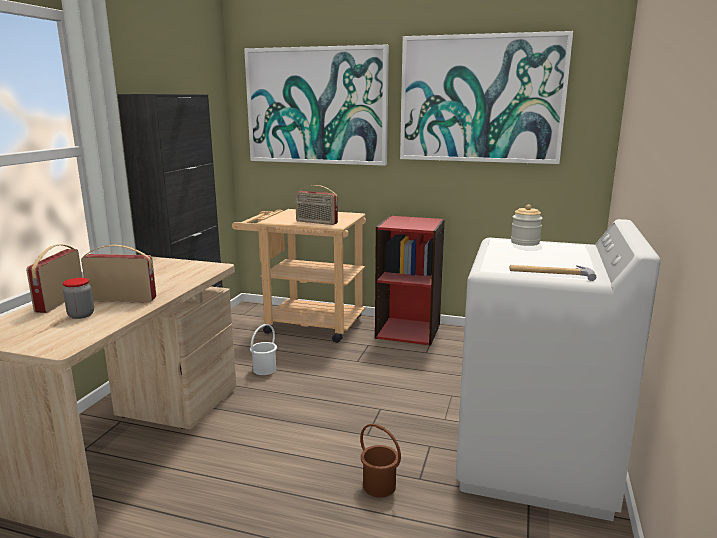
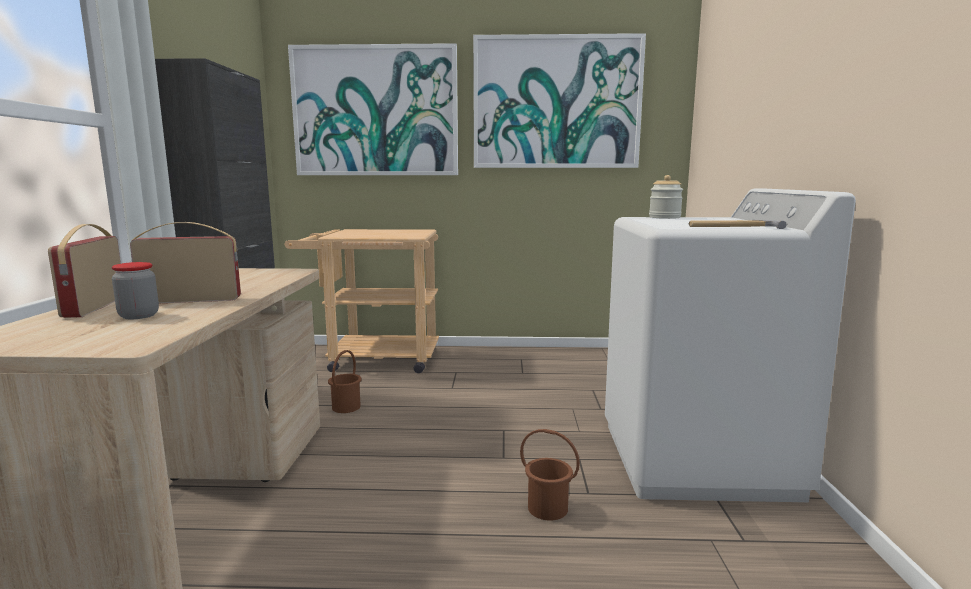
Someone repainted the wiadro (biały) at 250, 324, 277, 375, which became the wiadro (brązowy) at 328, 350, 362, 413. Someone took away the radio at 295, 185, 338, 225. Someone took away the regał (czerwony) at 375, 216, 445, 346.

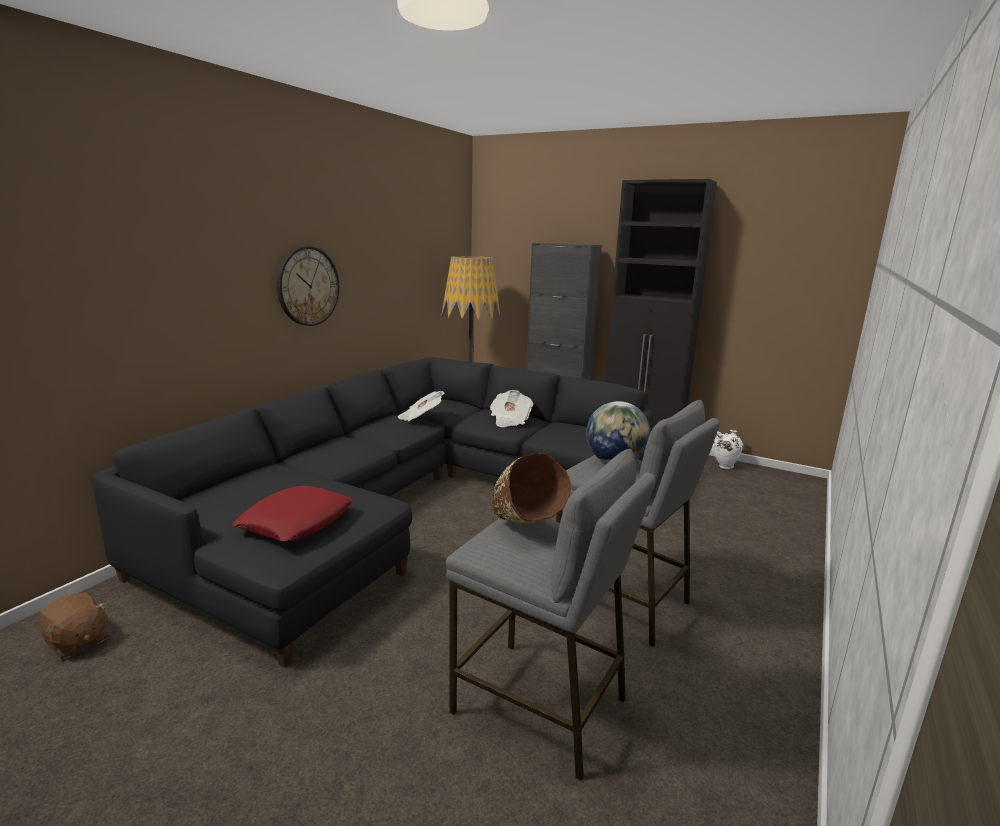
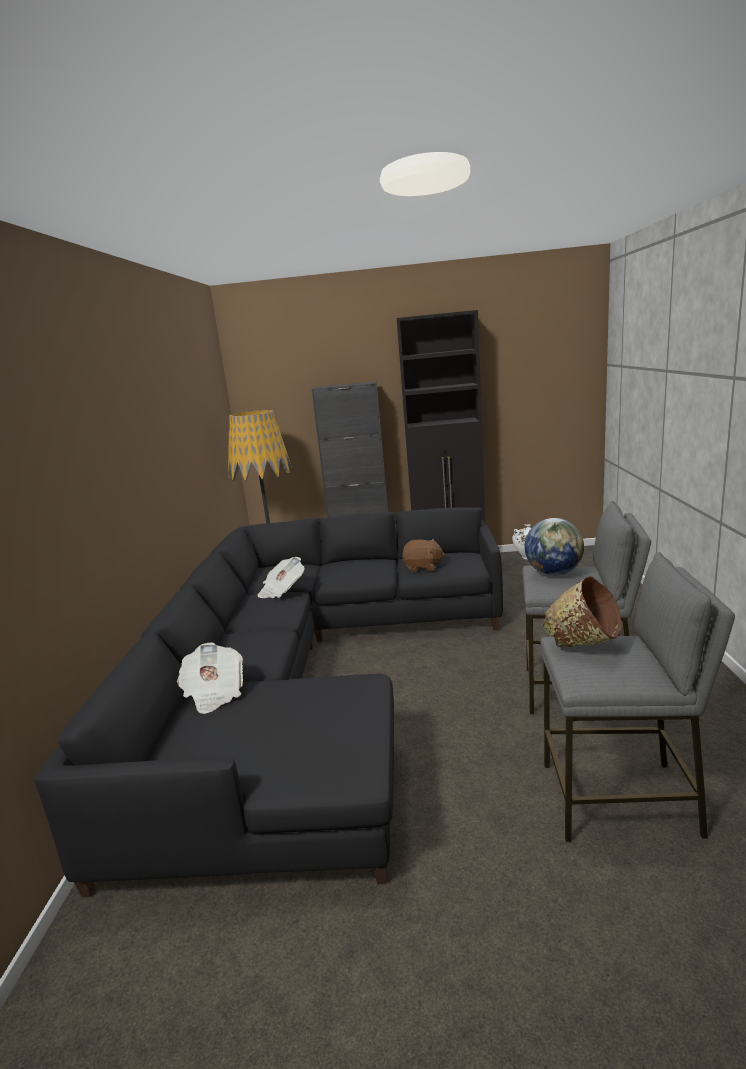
Someone carried the gazeta from 490, 390, 533, 427 to 177, 643, 243, 714. Someone carried the pluszak (brązowy) from 39, 592, 108, 659 to 402, 539, 445, 572. Someone took away the poduszka (czerwony) at 232, 486, 353, 541. Someone took away the zegar ścienny at 277, 246, 339, 326.

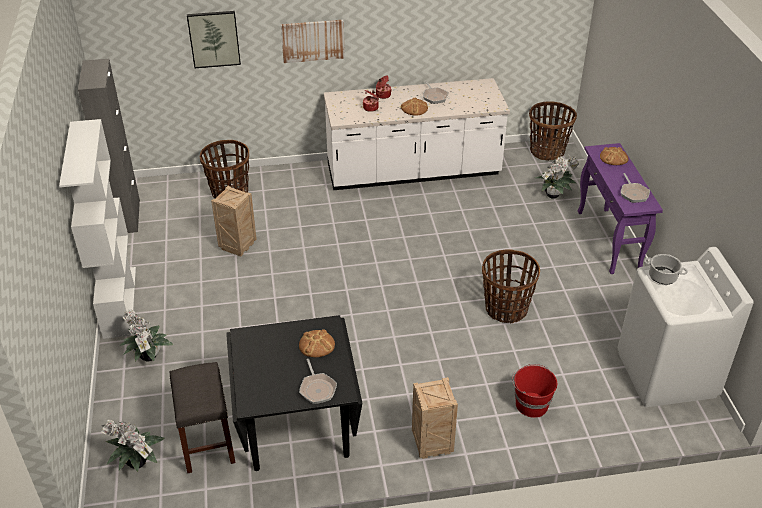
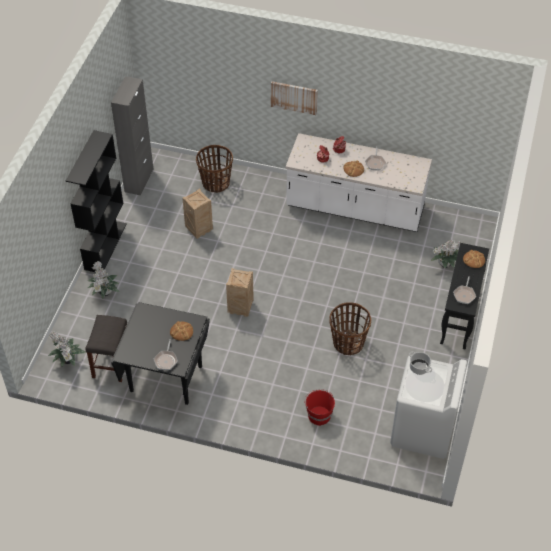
Someone repainted the regał (biały) at 59, 119, 136, 339, which became the regał (czarny) at 66, 130, 127, 272. Someone carried the skrzynka from 412, 377, 458, 459 to 226, 268, 254, 317. Someone repainted the stolik konsolowy (fioletowy) at 578, 143, 663, 274, which became the stolik konsolowy (czarny) at 440, 243, 489, 349. Someone took away the obraz at 187, 11, 241, 68. Someone took away the koszyk at 529, 102, 577, 161.

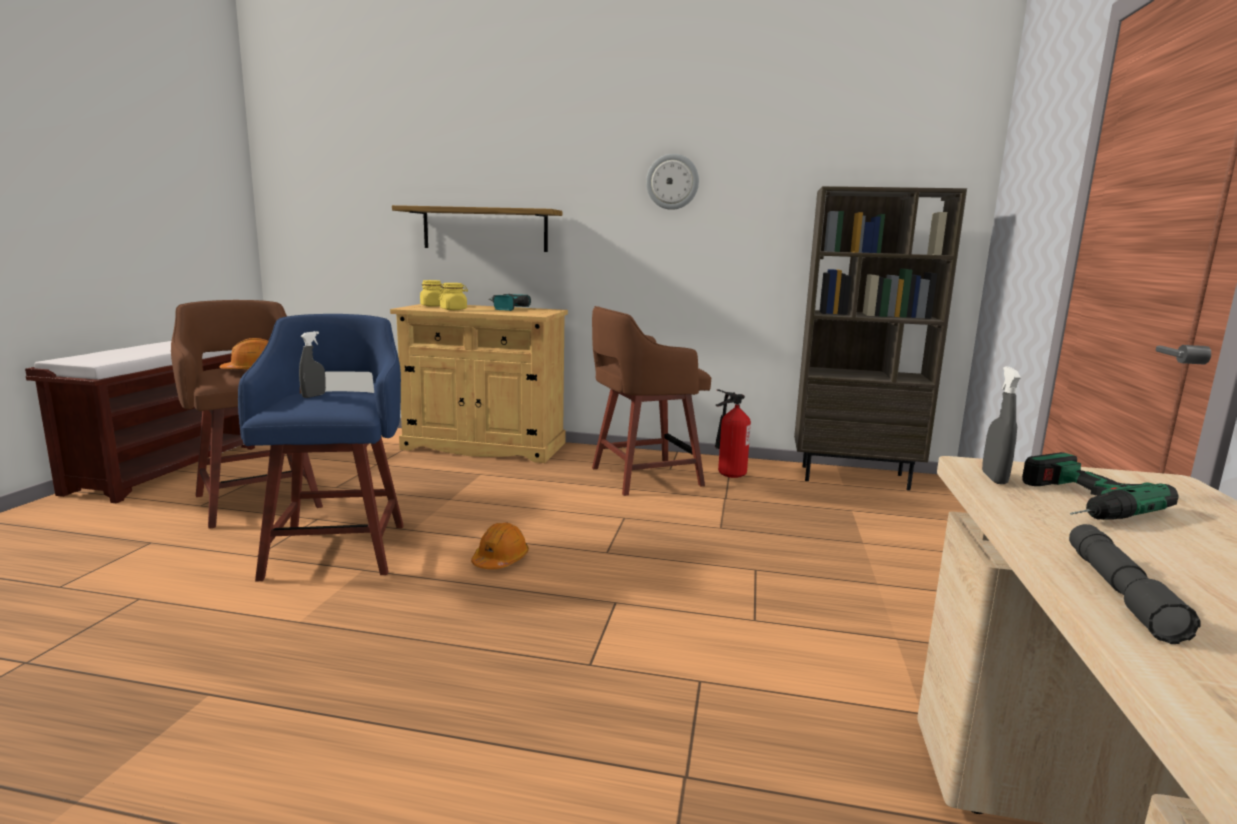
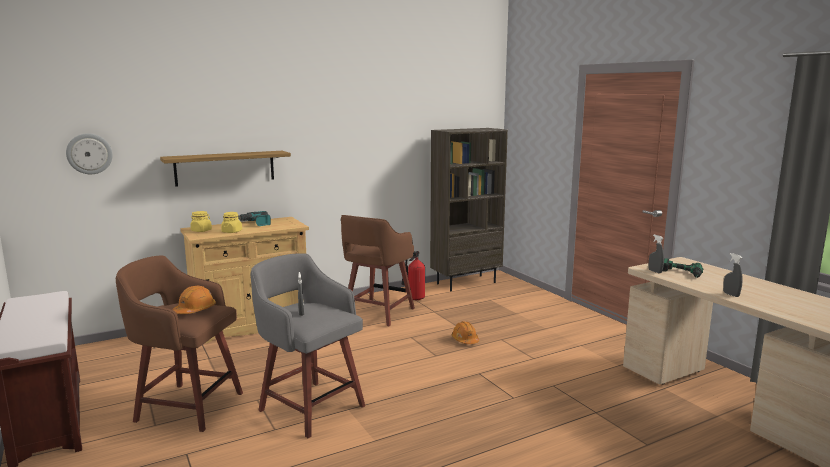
Someone carried the zegar ścienny from 646, 154, 699, 210 to 66, 133, 113, 174. Someone repainted the stołek (niebieski) at 238, 314, 404, 582, which became the stołek (szary) at 251, 253, 365, 438. Someone carried the kask (pomarańczowy) from 471, 522, 529, 569 to 452, 321, 479, 344. Someone swapped the latarka (szary) at 1069, 524, 1201, 644 for the spryskiwacz (szary) at 723, 253, 743, 297.

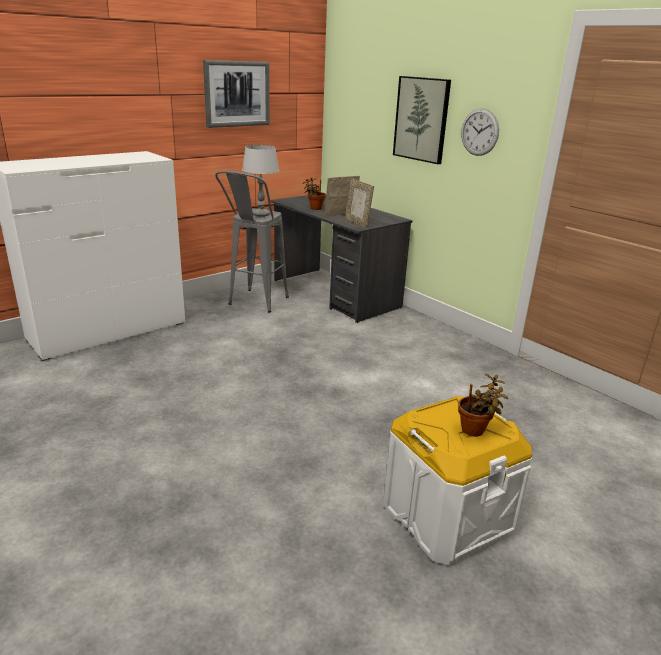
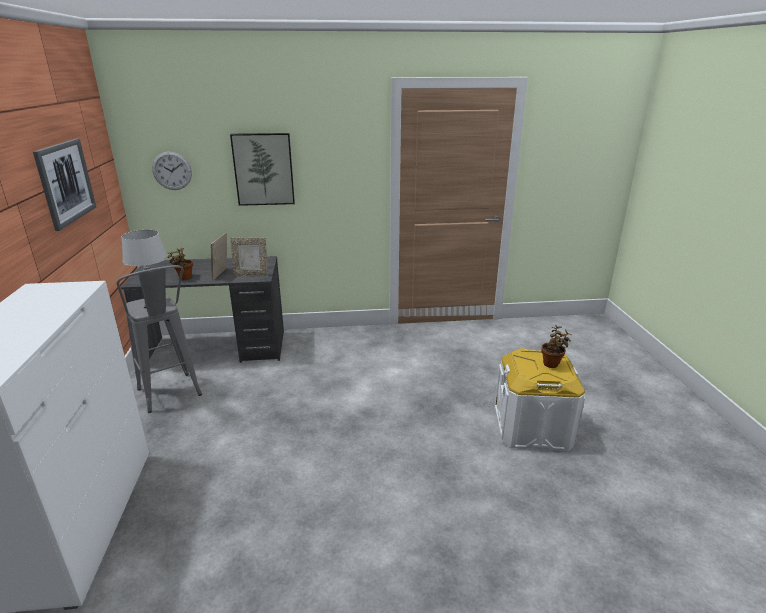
Someone carried the zegar ścienny from 461, 108, 499, 156 to 152, 151, 192, 190.

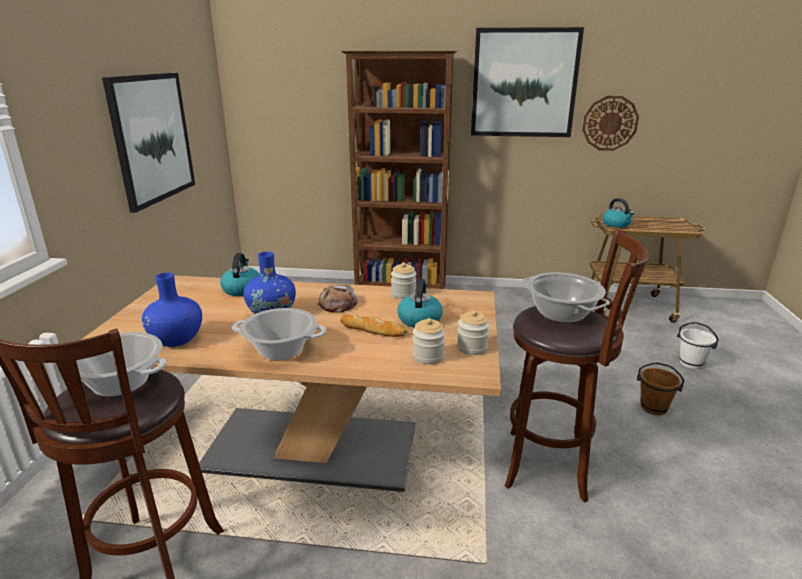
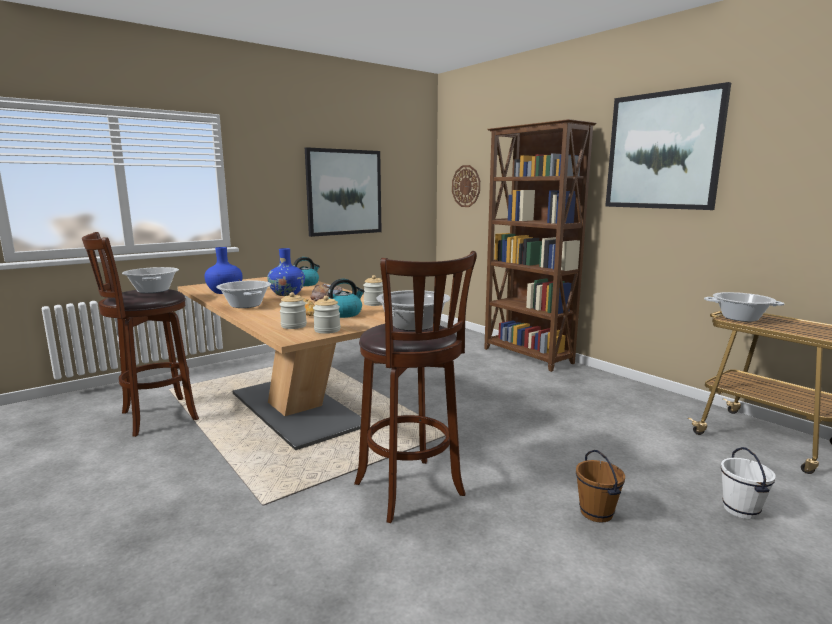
Someone carried the zegar ścienny from 582, 96, 639, 151 to 452, 165, 480, 207. Someone swapped the czajnik at 602, 198, 634, 228 for the garnek at 704, 292, 784, 322.

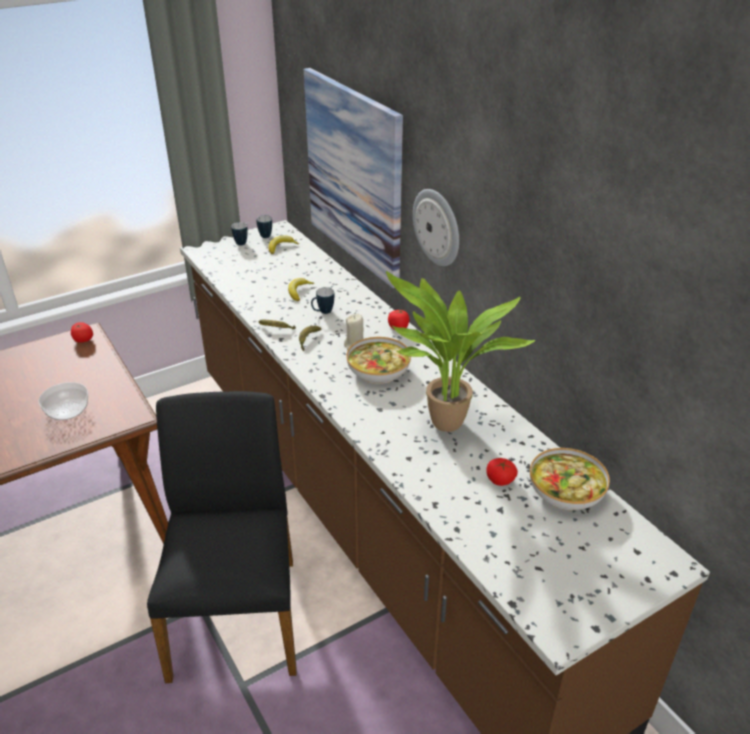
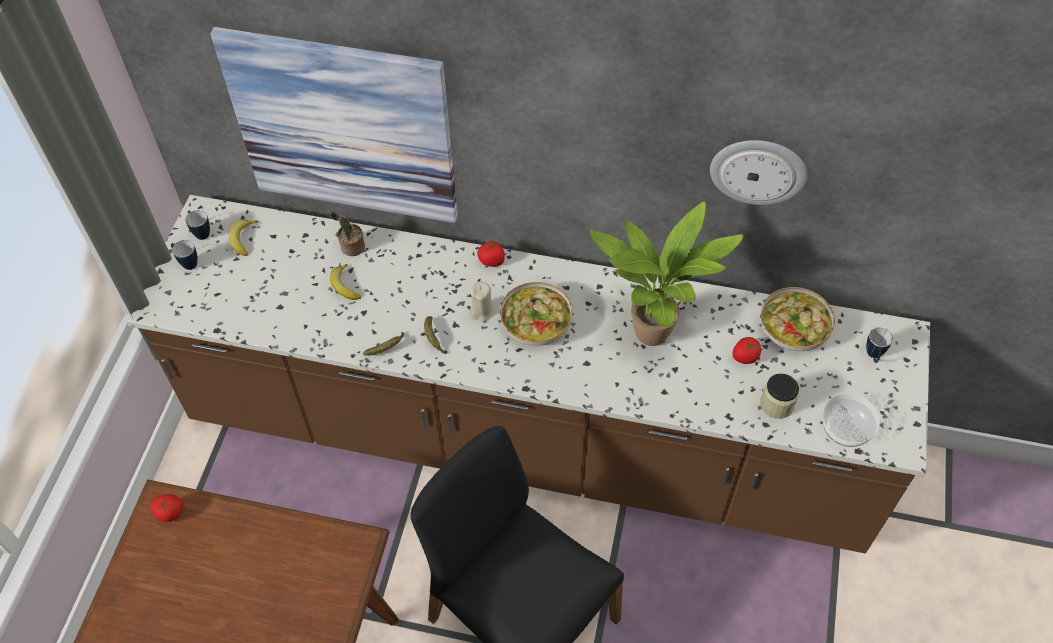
Someone put down the roślina doniczkowa at 330, 211, 365, 256. Someone carried the zegar ścienny from 413, 189, 459, 266 to 710, 140, 807, 205. Someone put down the słoik at 760, 373, 799, 419. Someone carried the miska from 38, 382, 88, 420 to 822, 393, 880, 447. Someone carried the kubek from 311, 287, 334, 314 to 866, 327, 893, 363.

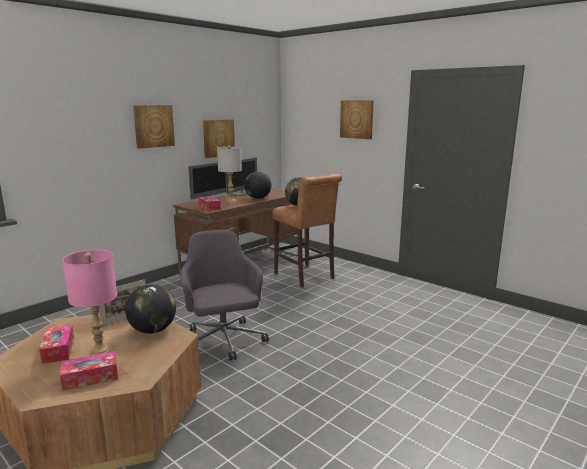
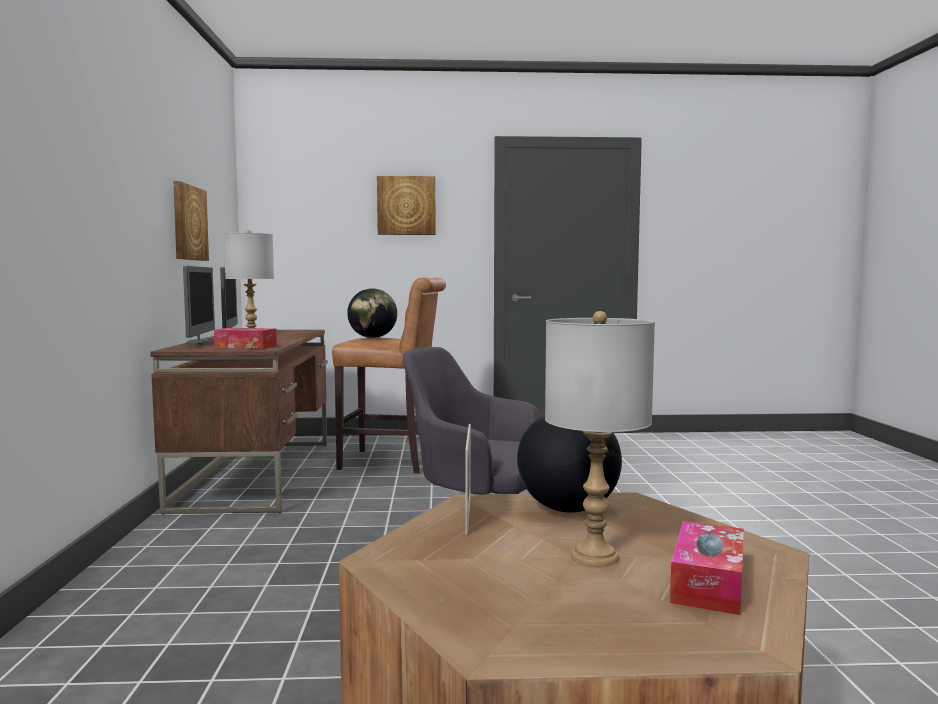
Someone repainted the lampa stołowa (różowy) at 62, 250, 117, 356, which became the lampa stołowa (szary) at 545, 311, 655, 567. Someone took away the pudełko chusteczek at 39, 325, 74, 364. Someone took away the obraz at 133, 105, 175, 149. Someone took away the globus at 244, 172, 271, 199.

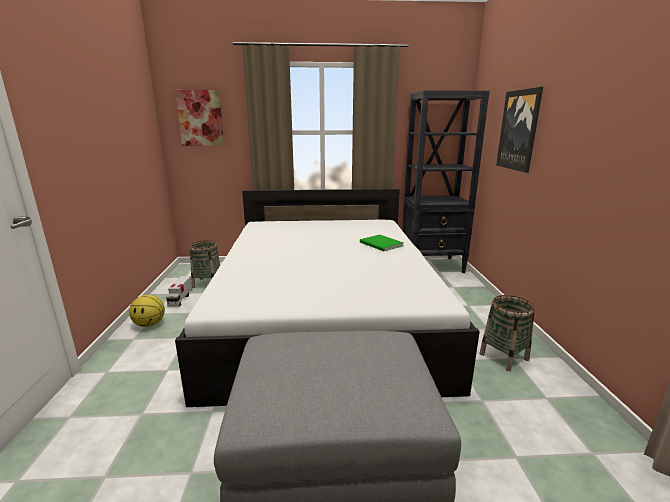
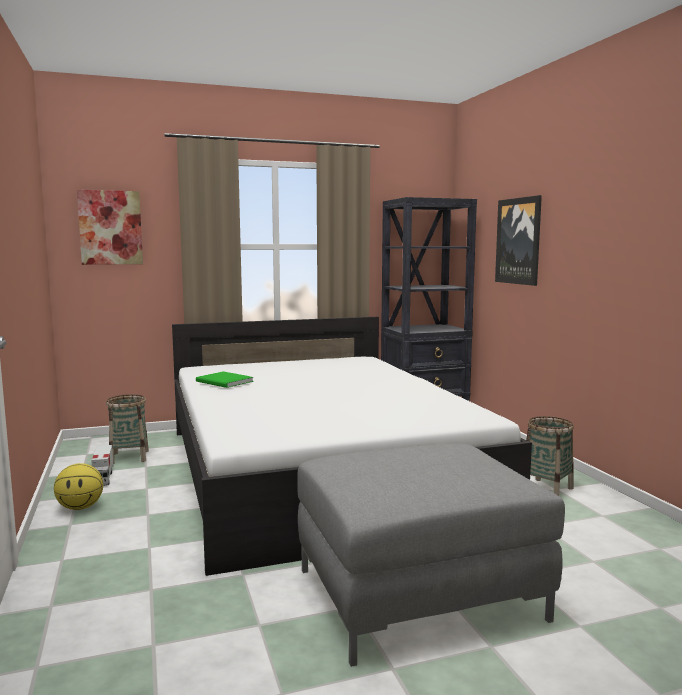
Someone carried the książka (zielony) from 360, 235, 404, 251 to 196, 371, 254, 388.

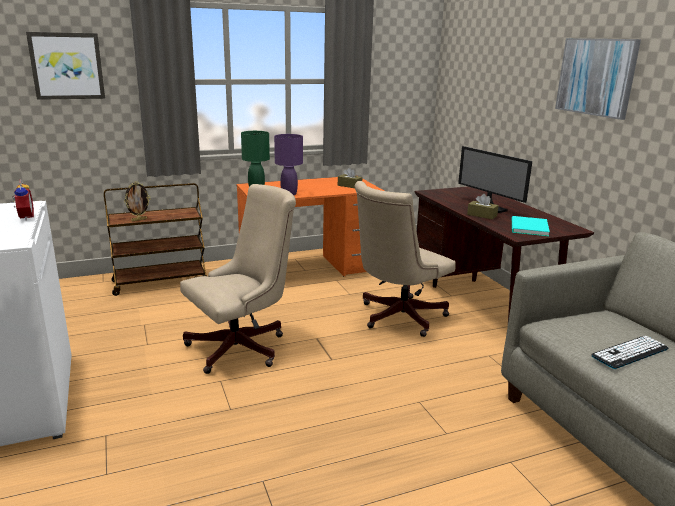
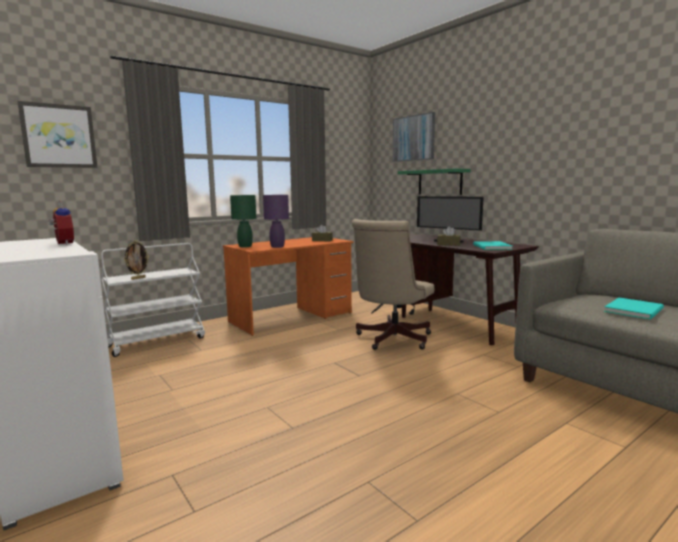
Someone repainted the wózek (brązowy) at 104, 183, 207, 296, which became the wózek (biały) at 101, 243, 205, 357. Someone carried the obraz from 555, 38, 641, 120 to 393, 112, 435, 162. Someone put up the półka (zielony) at 398, 168, 471, 195. Someone swapped the klawiatura at 591, 336, 668, 369 for the książka (turkusowy) at 604, 298, 664, 320. Someone took away the krzesło biurowe (beżowy) at 180, 184, 296, 374.

